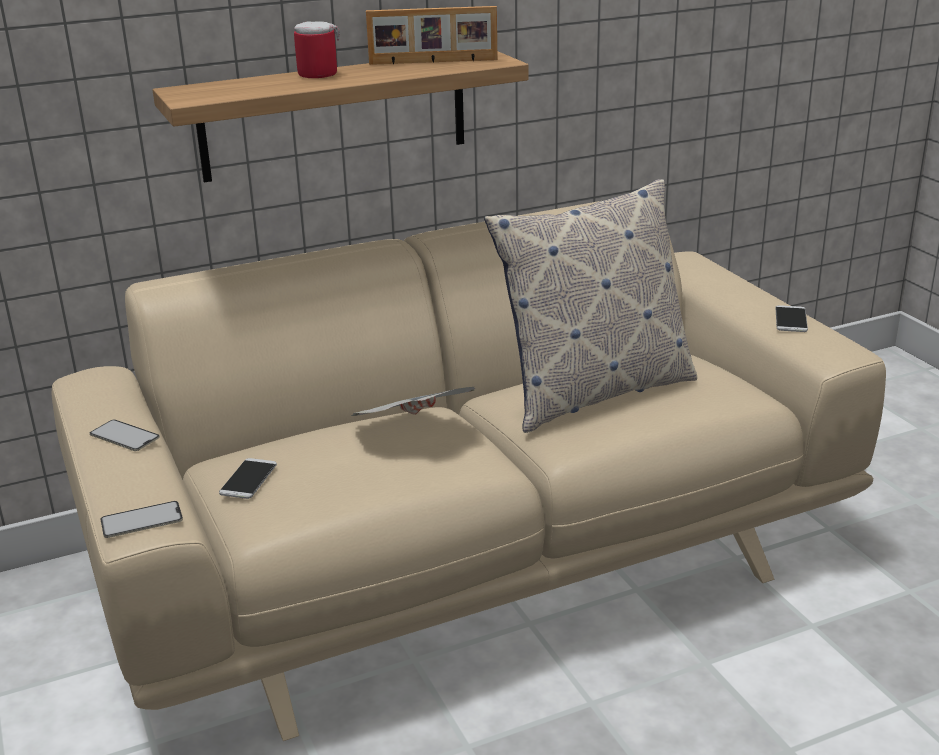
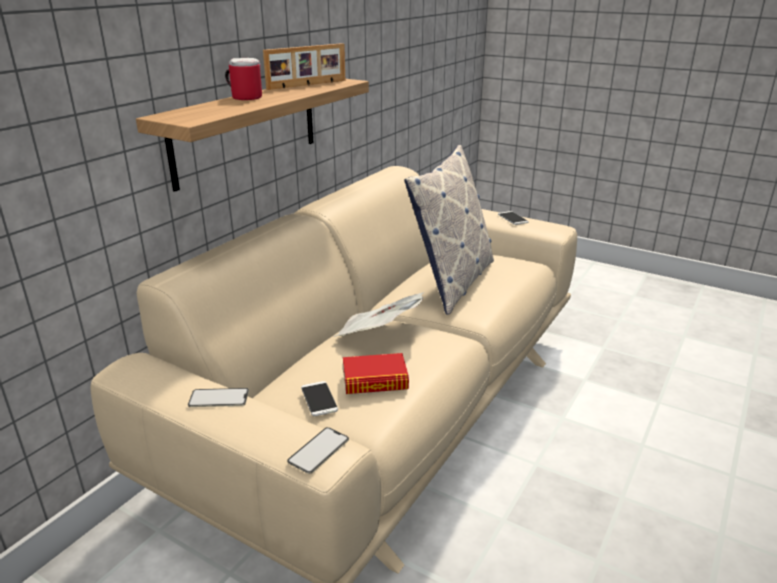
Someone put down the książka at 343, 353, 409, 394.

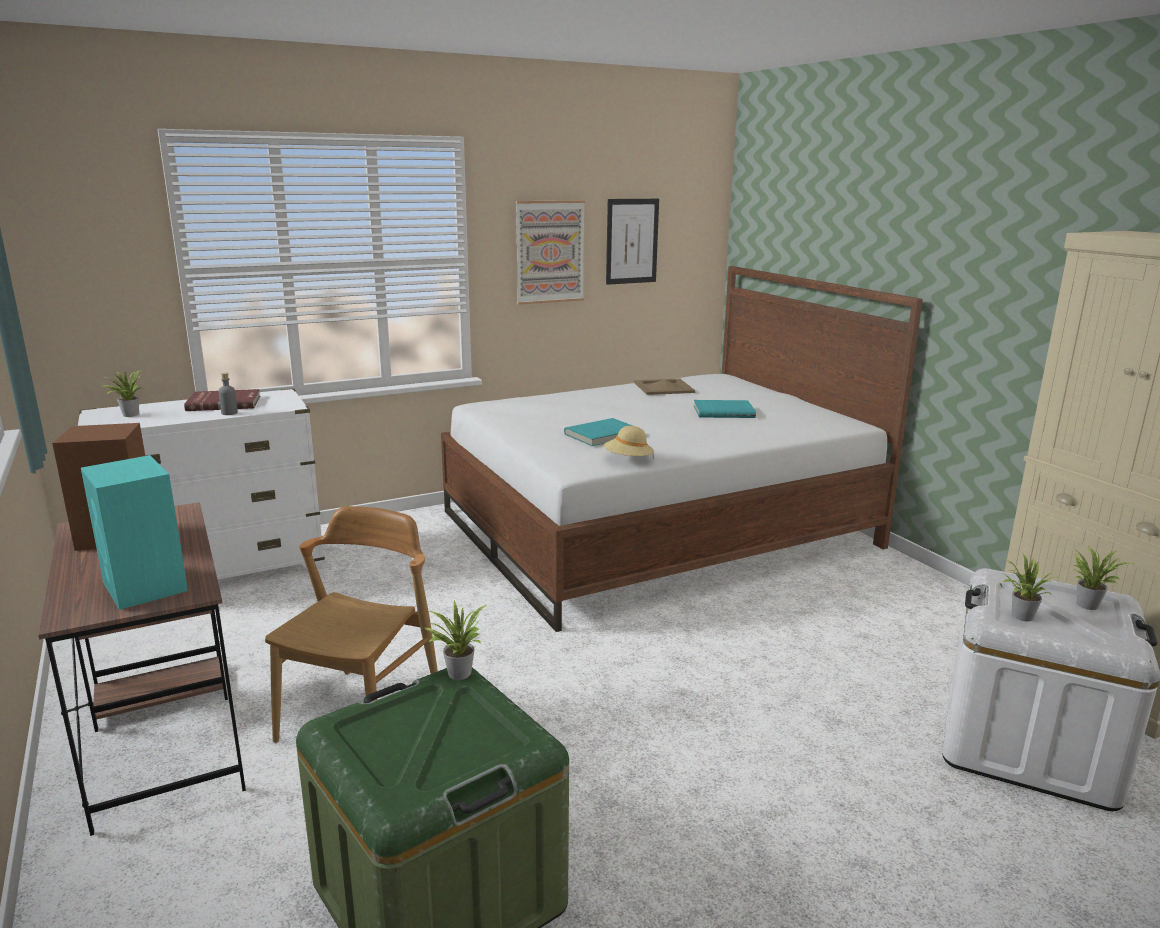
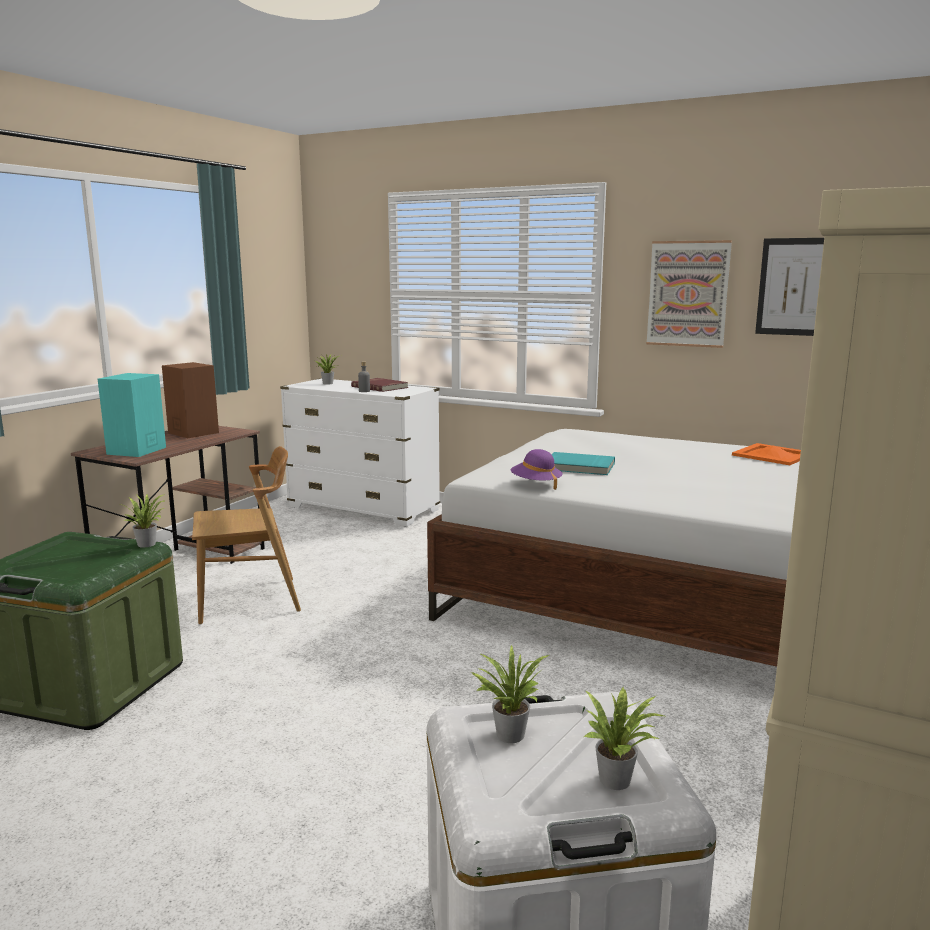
Someone repainted the kapelusz (beżowy) at 604, 426, 654, 456, which became the kapelusz (fioletowy) at 511, 449, 563, 490. Someone repainted the taca (beżowy) at 634, 379, 695, 395, which became the taca (pomarańczowy) at 732, 443, 801, 465. Someone took away the książka (turkusowy) at 694, 400, 756, 418.

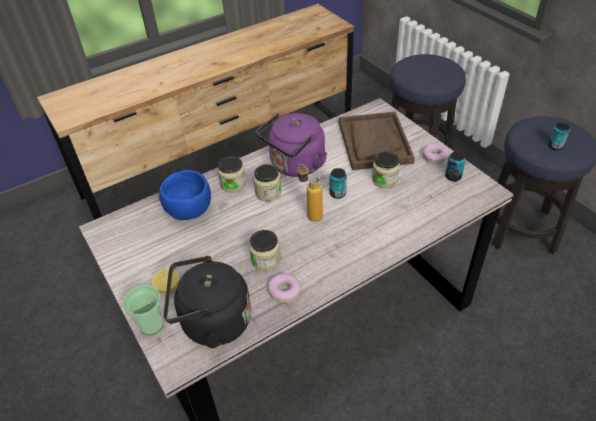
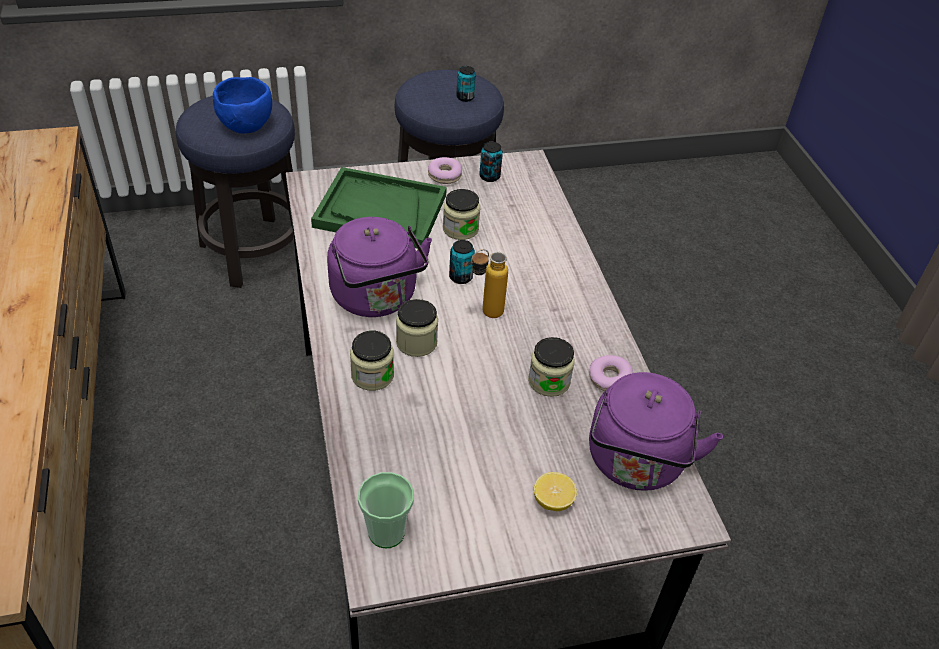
Someone carried the miska (niebieski) from 159, 170, 211, 220 to 213, 77, 272, 133. Someone repainted the taca (brązowy) at 339, 112, 415, 170, which became the taca (zielony) at 311, 167, 447, 248. Someone carried the filiżanka from 123, 285, 163, 335 to 358, 472, 414, 548. Someone repainted the czajnik (czarny) at 164, 256, 251, 348, which became the czajnik (fioletowy) at 589, 372, 723, 491.

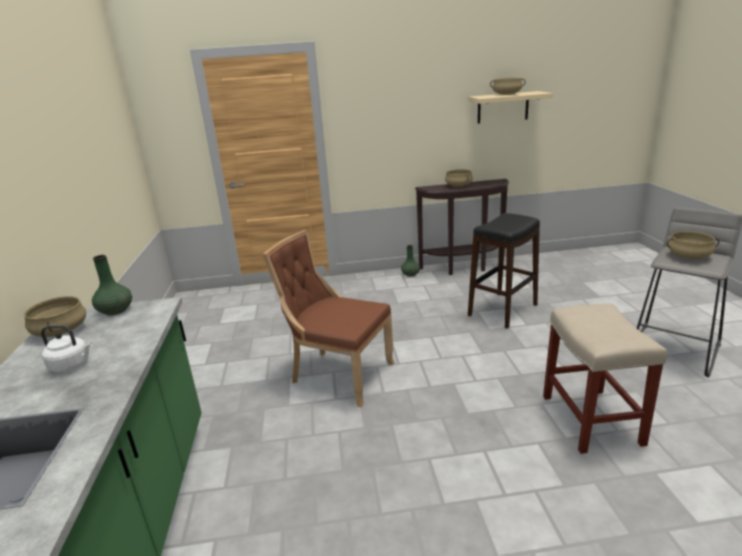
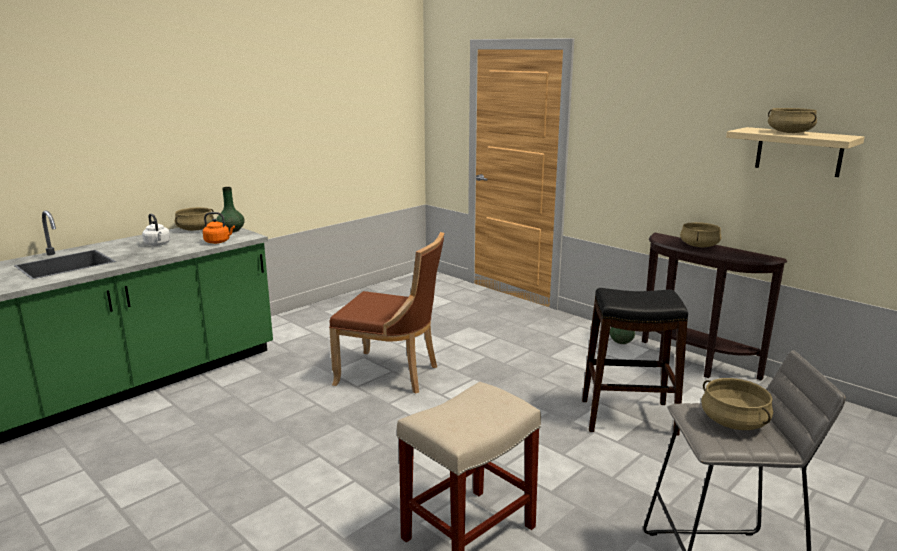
Someone put down the czajnik (pomarańczowy) at 203, 212, 235, 244. Someone rotated the krzesło (brązowy) at 263, 230, 395, 407 by 120 degrees clockwise.

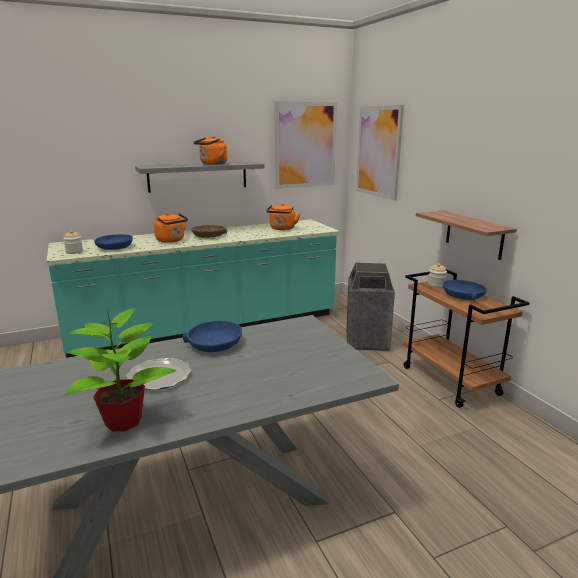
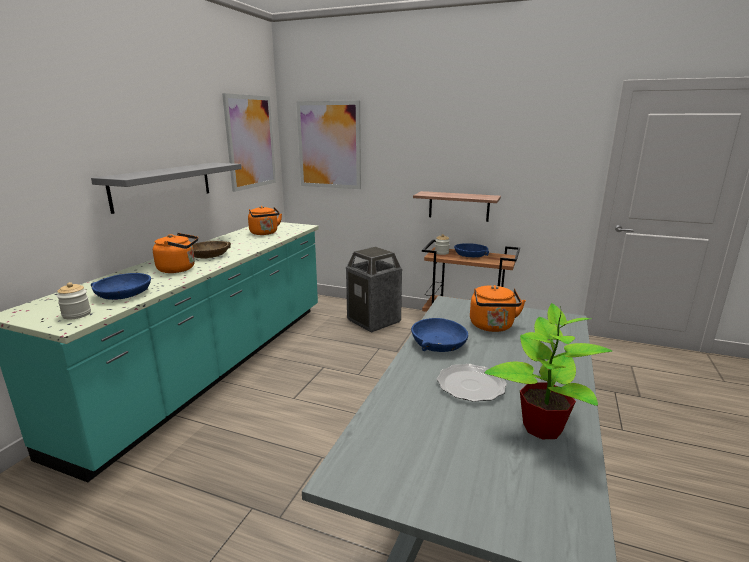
Someone carried the czajnik (pomarańczowy) from 194, 136, 227, 165 to 470, 285, 526, 332.

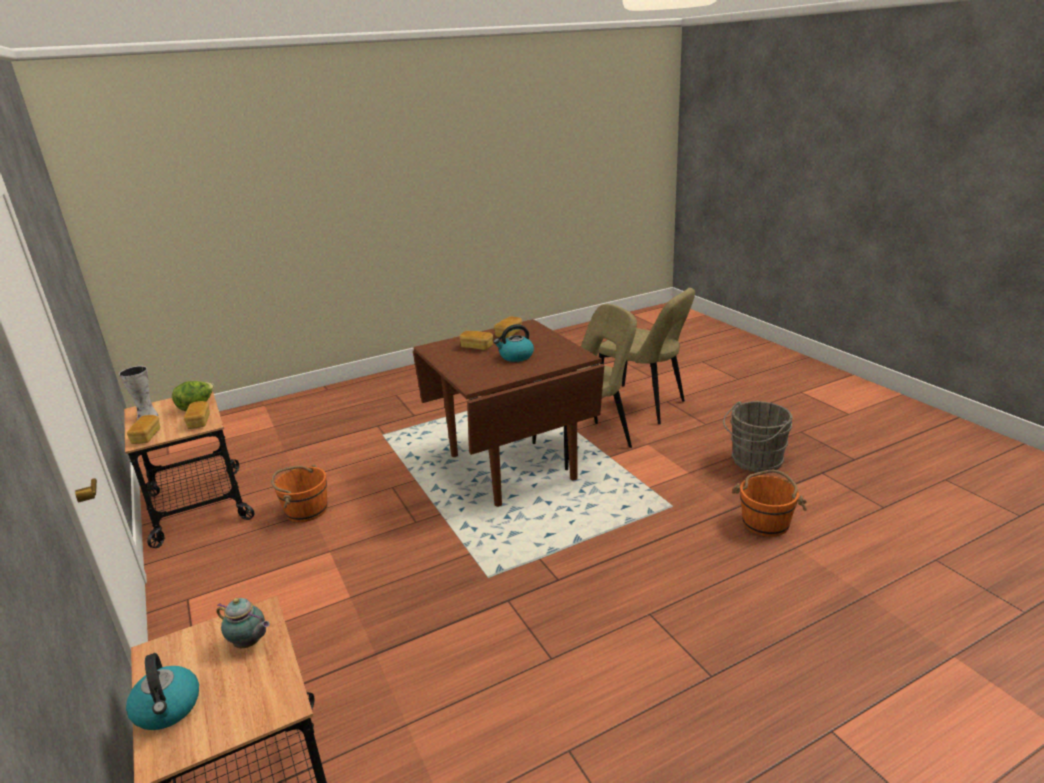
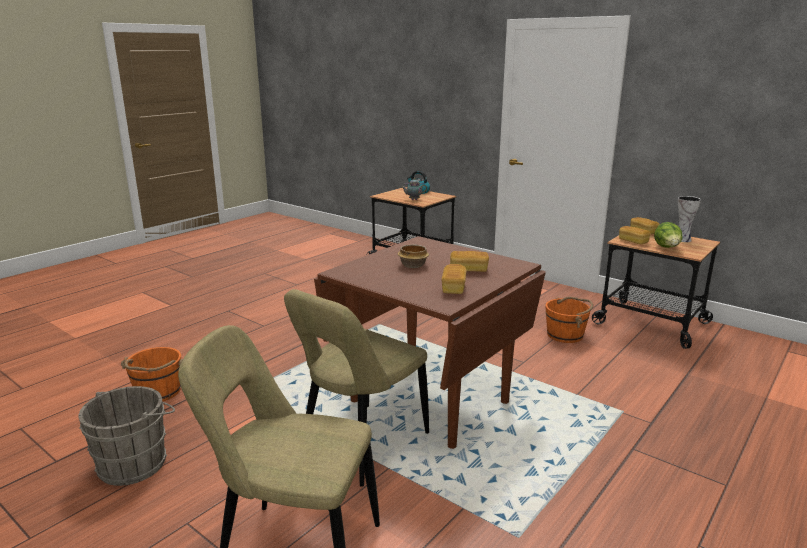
Someone swapped the czajnik at 494, 324, 534, 362 for the miska at 398, 244, 429, 268.

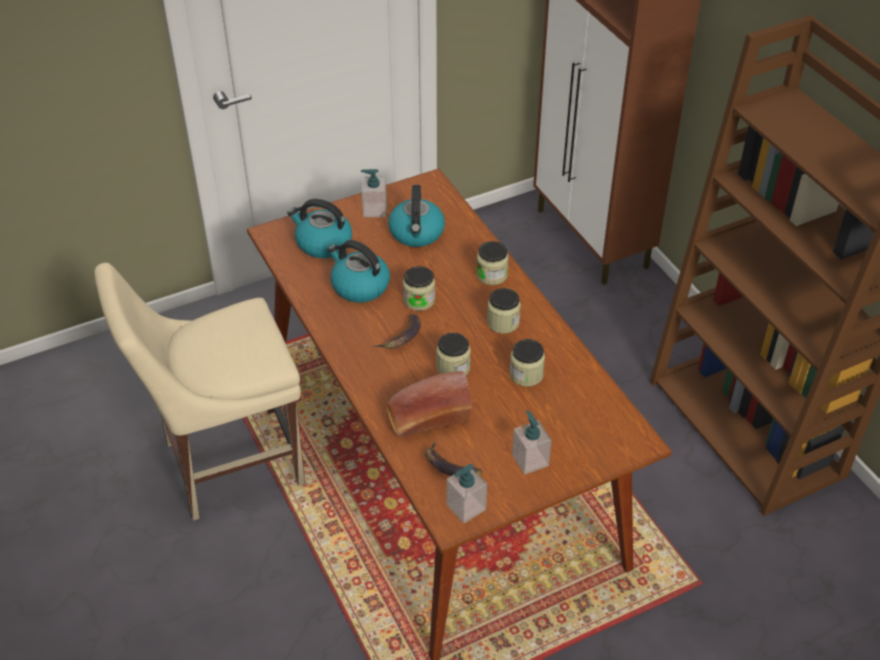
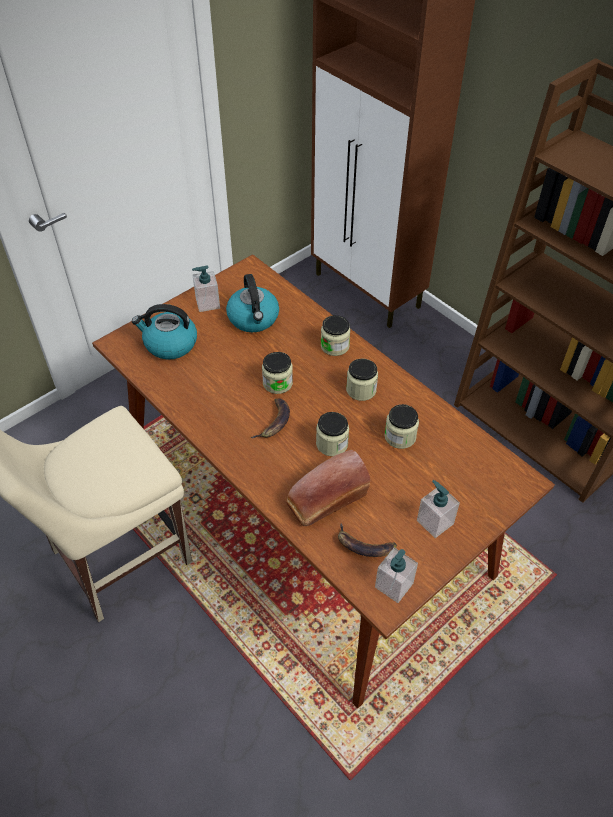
Someone took away the czajnik at 328, 240, 390, 303.

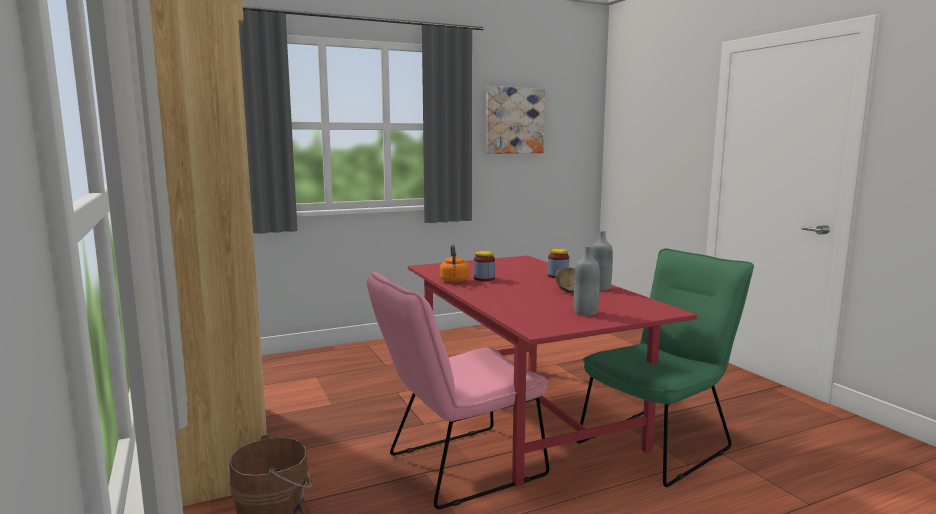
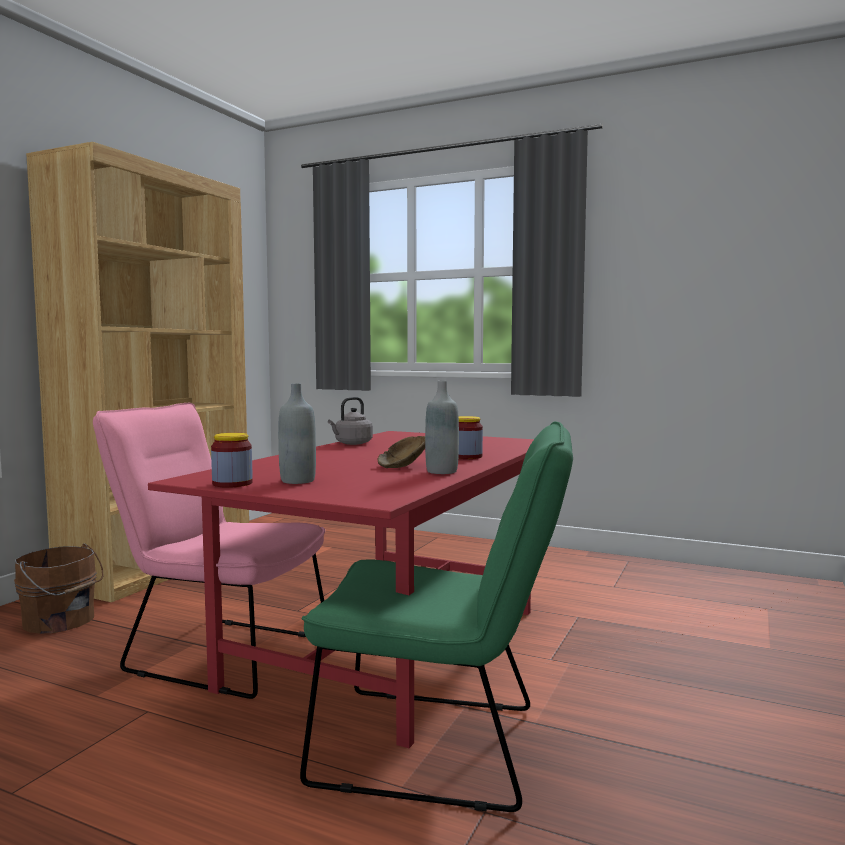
Someone carried the słoik from 474, 251, 495, 281 to 211, 433, 253, 488. Someone repainted the czajnik (pomarańczowy) at 440, 244, 469, 282, which became the czajnik (szary) at 328, 397, 373, 445. Someone took away the obraz at 486, 86, 545, 154.

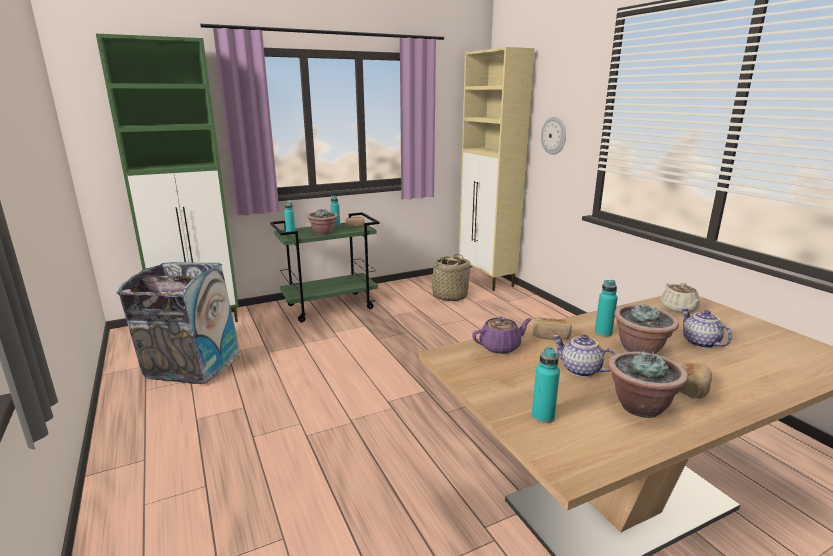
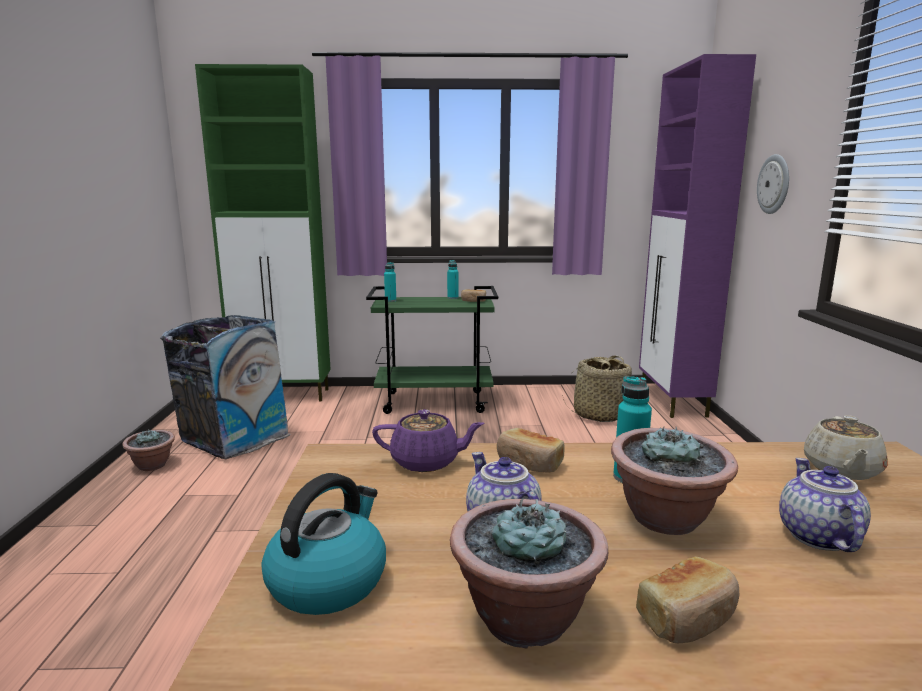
Someone carried the roślina doniczkowa from 307, 209, 338, 235 to 122, 429, 175, 471. Someone swapped the butelka (turkusowy) at 532, 347, 560, 423 for the czajnik at 262, 473, 386, 615. Someone repainted the szafka (beżowy) at 459, 47, 535, 291, which became the szafka (fioletowy) at 639, 54, 756, 418.

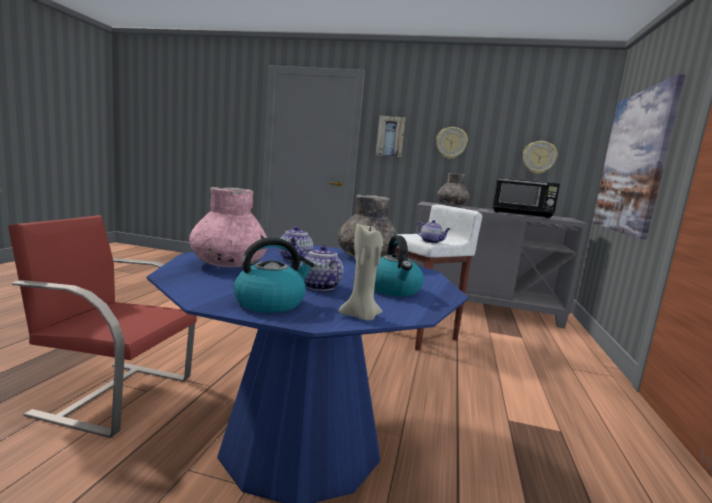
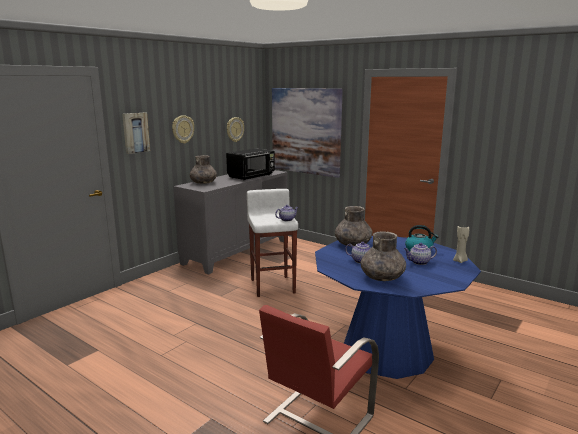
Someone repainted the wazon (różowy) at 189, 187, 267, 267, which became the wazon (szary) at 360, 231, 406, 281. Someone took away the czajnik at 233, 237, 315, 313.

